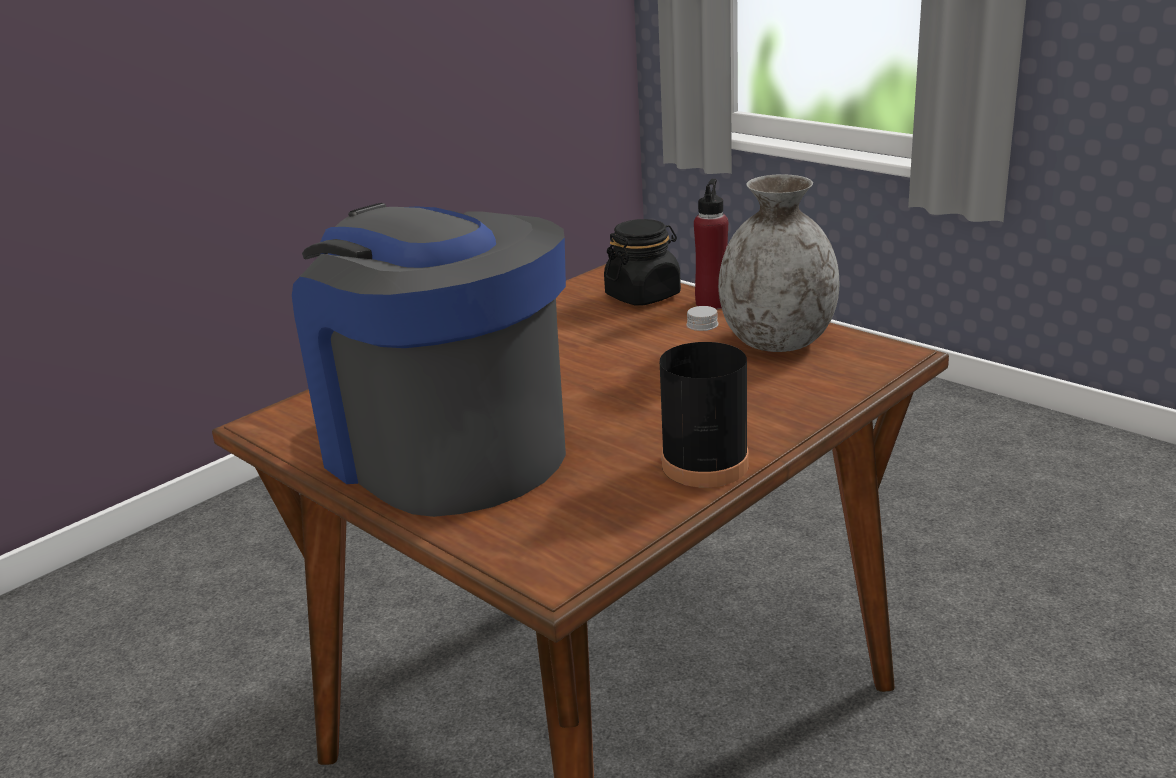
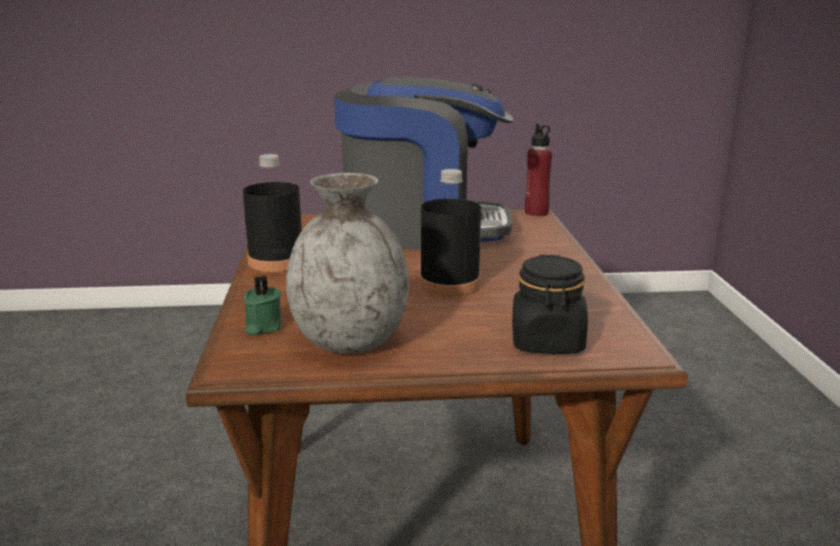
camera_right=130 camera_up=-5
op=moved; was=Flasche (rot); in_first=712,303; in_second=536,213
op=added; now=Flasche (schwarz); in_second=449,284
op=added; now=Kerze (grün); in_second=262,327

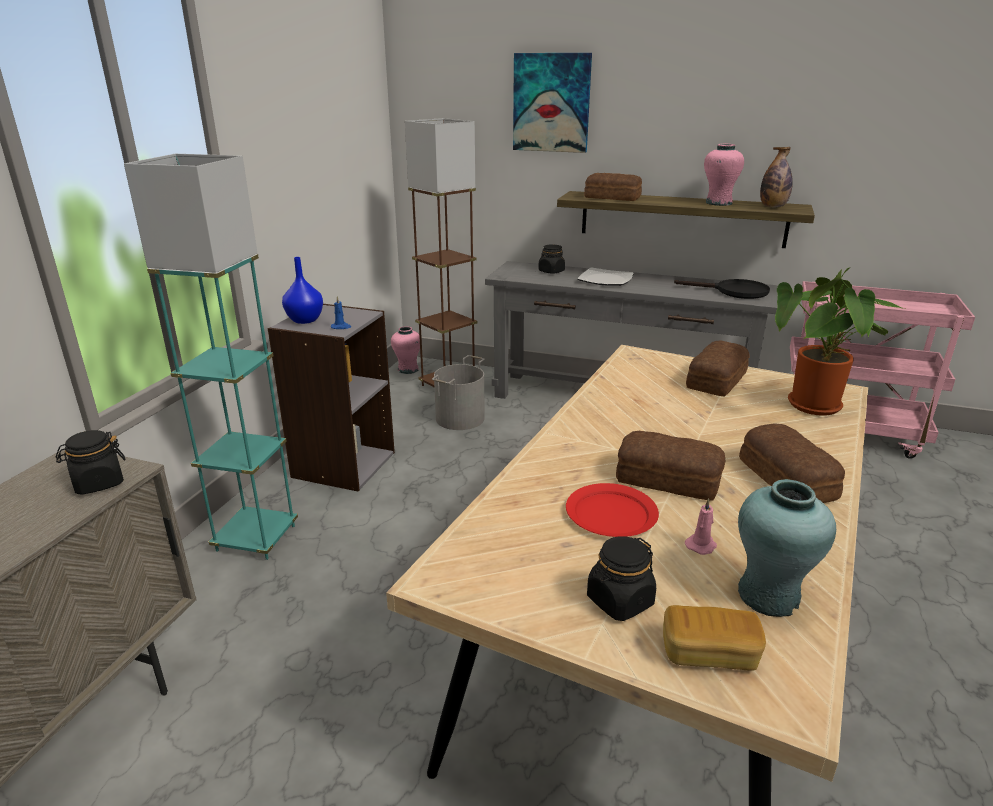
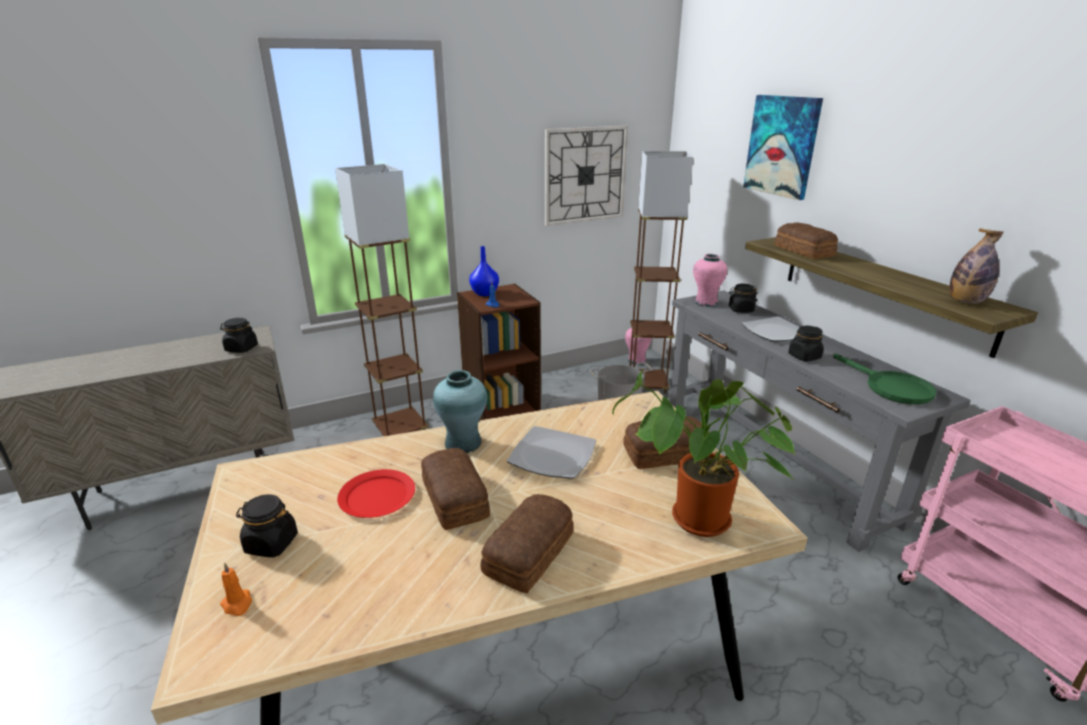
camera_right=45 camera_up=0
op=moved; was=Vase (rosa); in_first=718,203; in_second=706,302
op=recoloured; was=Stehlampe (türkis); now=Stehlampe (braun); in_first=256,538; in_second=400,429
op=recoloured; was=Pfanne (schwarz); now=Pfanne (grün); in_first=734,292; in_second=890,387
op=recoloured; was=Bücherregal (grau); now=Bücherregal (braun); in_first=343,464; in_second=501,408
op=moved; was=Vase (türkis); in_first=769,595; in_second=463,443
op=removed; was=Kerze (rosa); in_first=701,545
op=replaced; was=Brot; now=Kerze (orange); in_first=709,654; in_second=237,604
op=added; now=Wanduhr; in_second=585,175
op=added; now=Vorratsglas (schwarz); in_second=804,356
op=added; now=Teller; in_second=553,456

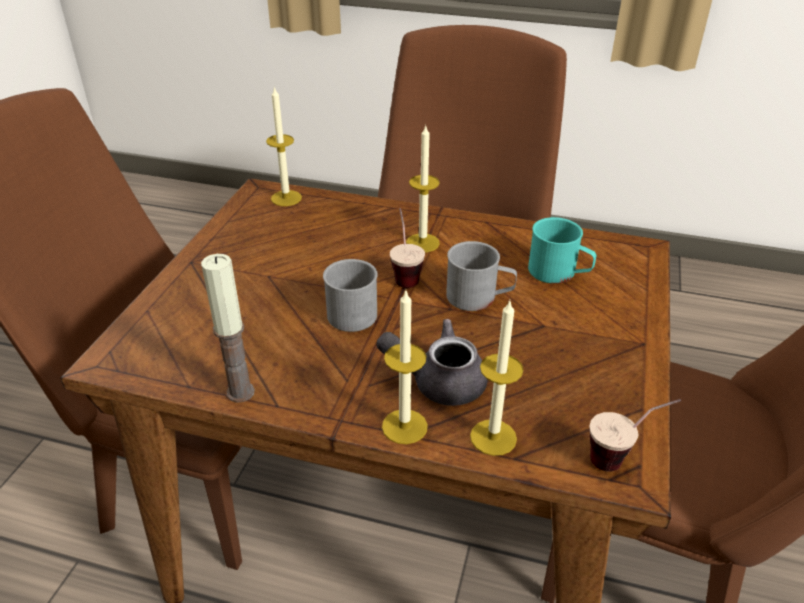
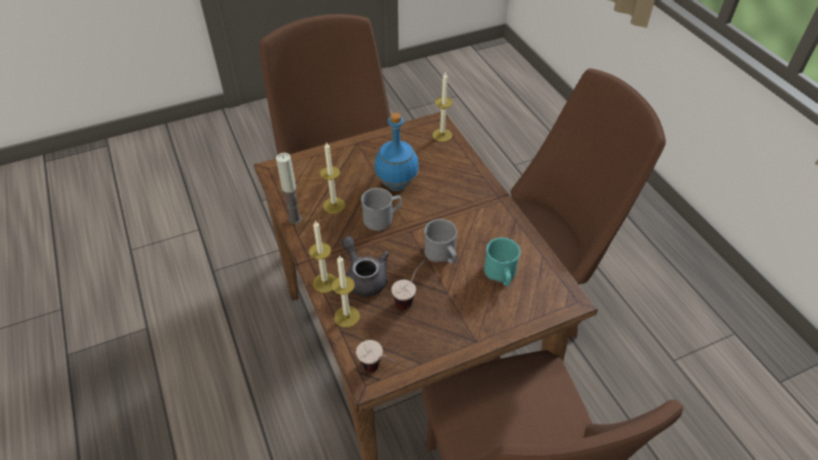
camera_right=50 camera_up=10
op=moved; was=Kerze; in_first=422,243; in_second=334,205
op=moved; was=Tasse; in_first=404,273; in_second=410,297
op=added; now=Flasche (blau); in_second=396,184

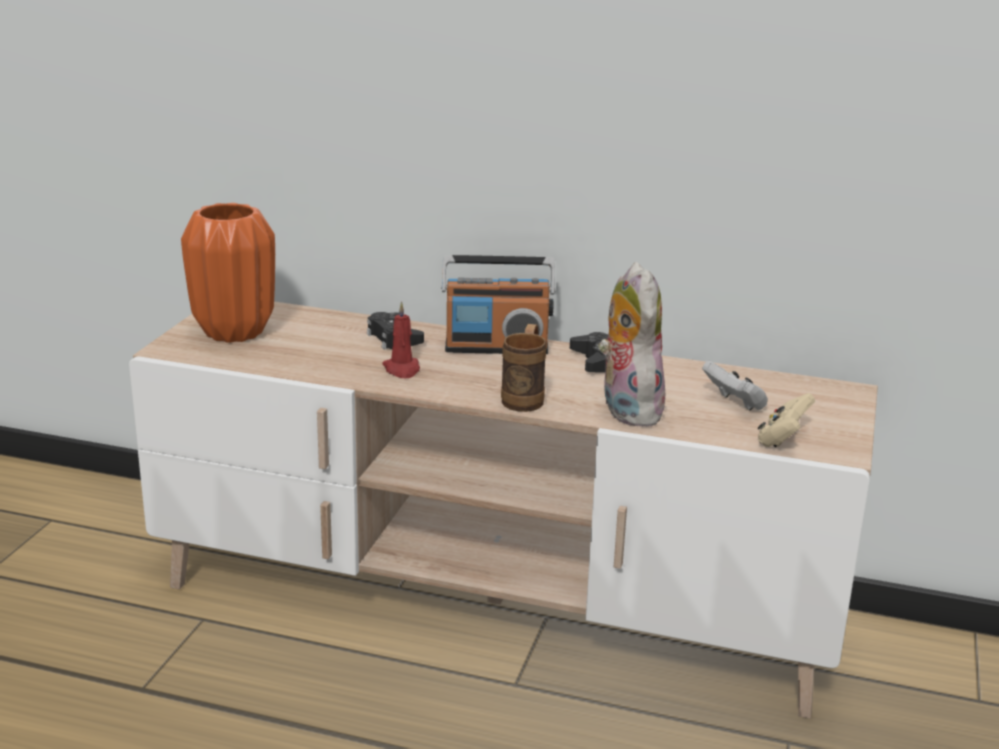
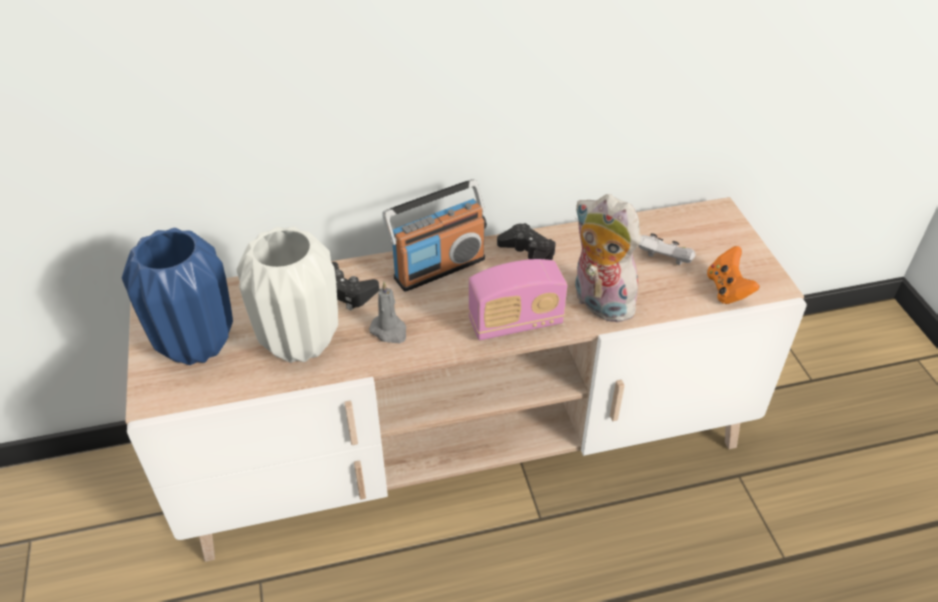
camera_right=-30 camera_up=20
op=recoloured; was=Vase (orange); now=Vase (blau); in_first=234,333; in_second=196,345
op=recoloured; was=Kerze (rot); now=Kerze (grau); in_first=402,369; in_second=389,331
op=replaced; was=Henkelbecher (braun); now=Radio; in_first=525,397; in_second=515,323
op=recoloured; was=Gamepad (beige); now=Gamepad (orange); in_first=782,440; in_second=727,289
op=added; now=Vase (weiß); in_second=300,342

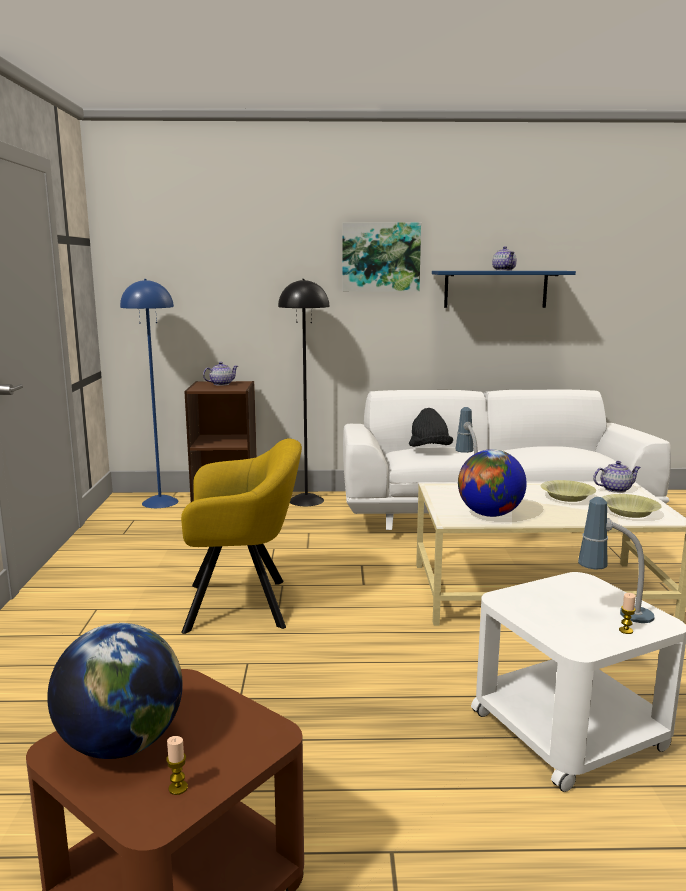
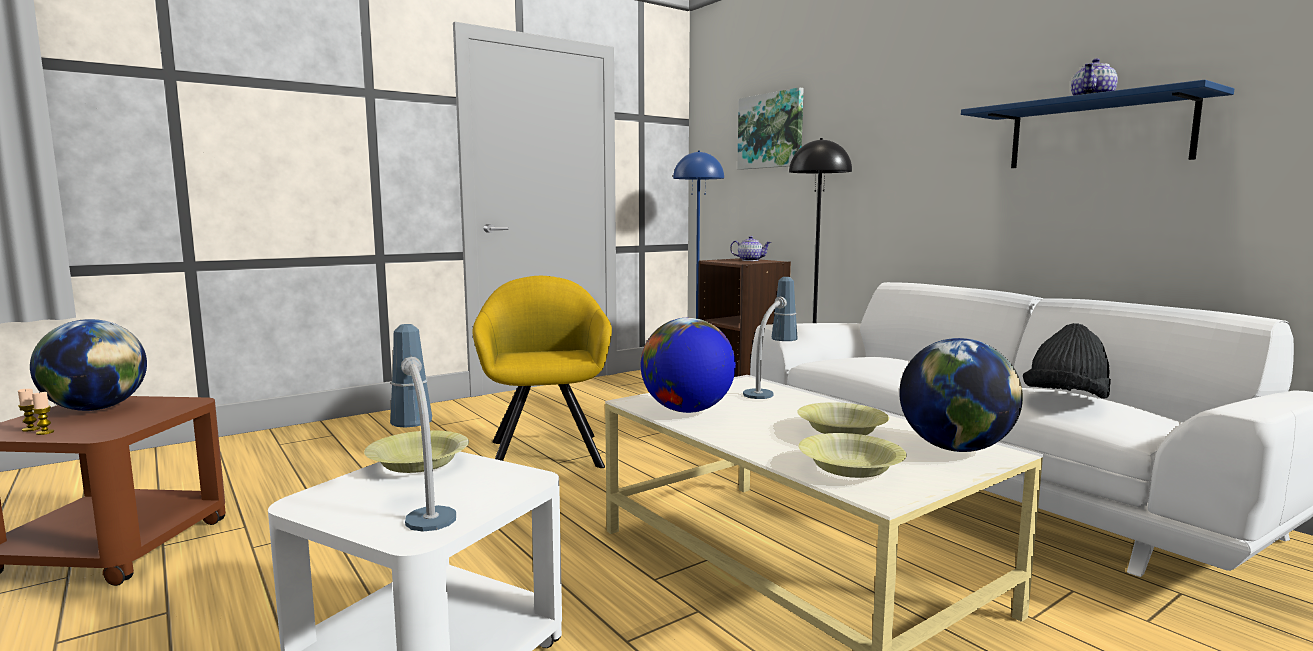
camera_right=55 camera_up=-5
op=moved; was=Bild; in_first=381,257; in_second=771,131
op=moved; was=Hut (schwarz); in_first=429,450; in_second=1066,400
op=turned; was=Sessel (gelb); in_first=244,605; in_second=546,451; clockwise=-150
op=replaced; was=Teekanne; now=Globus; in_first=615,489; in_second=955,448
op=moved; was=Kerze; in_first=625,630; in_second=45,432
op=added; now=Schüssel (gelb); in_second=419,464

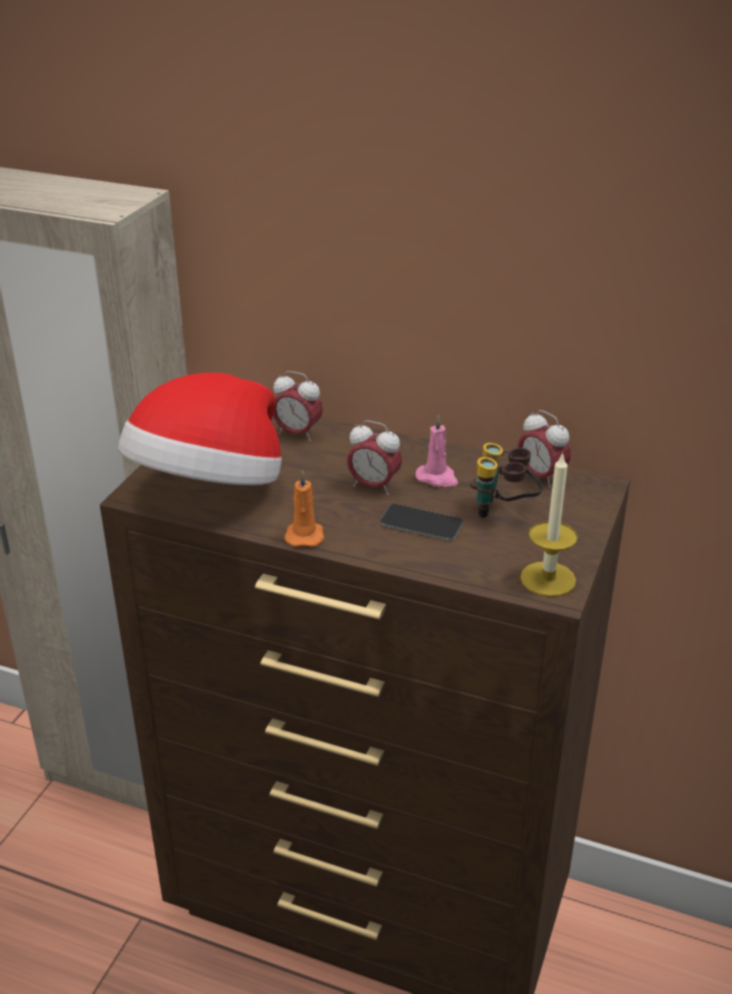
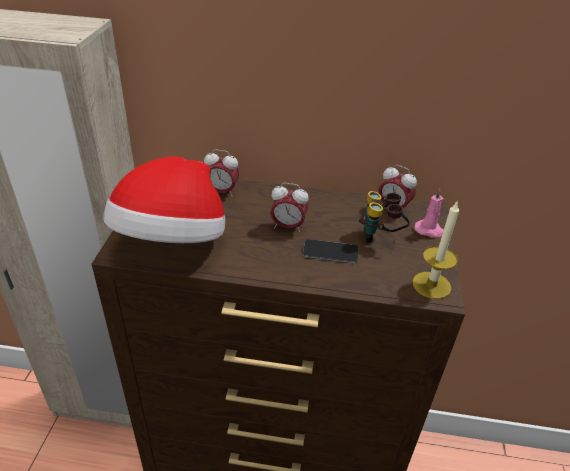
camera_right=-15 camera_up=5
op=moved; was=Kerze (rosa); in_first=437,478; in_second=429,230
op=removed; was=Kerze (orange); in_first=304,535

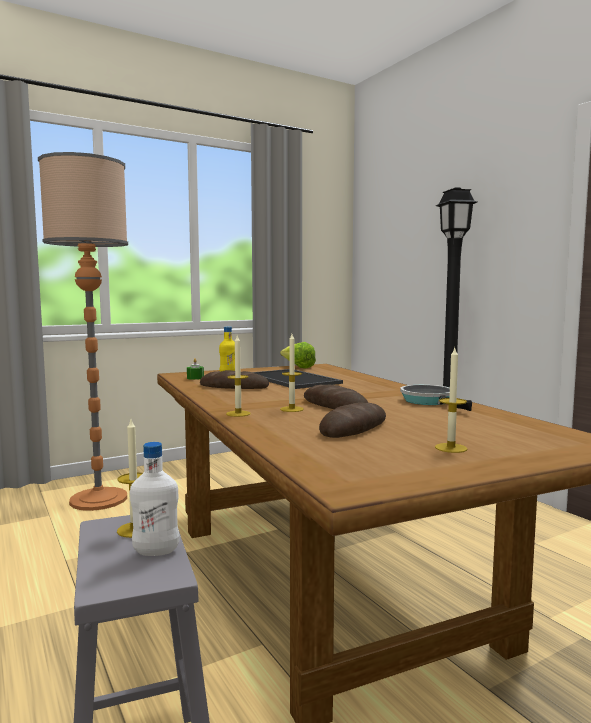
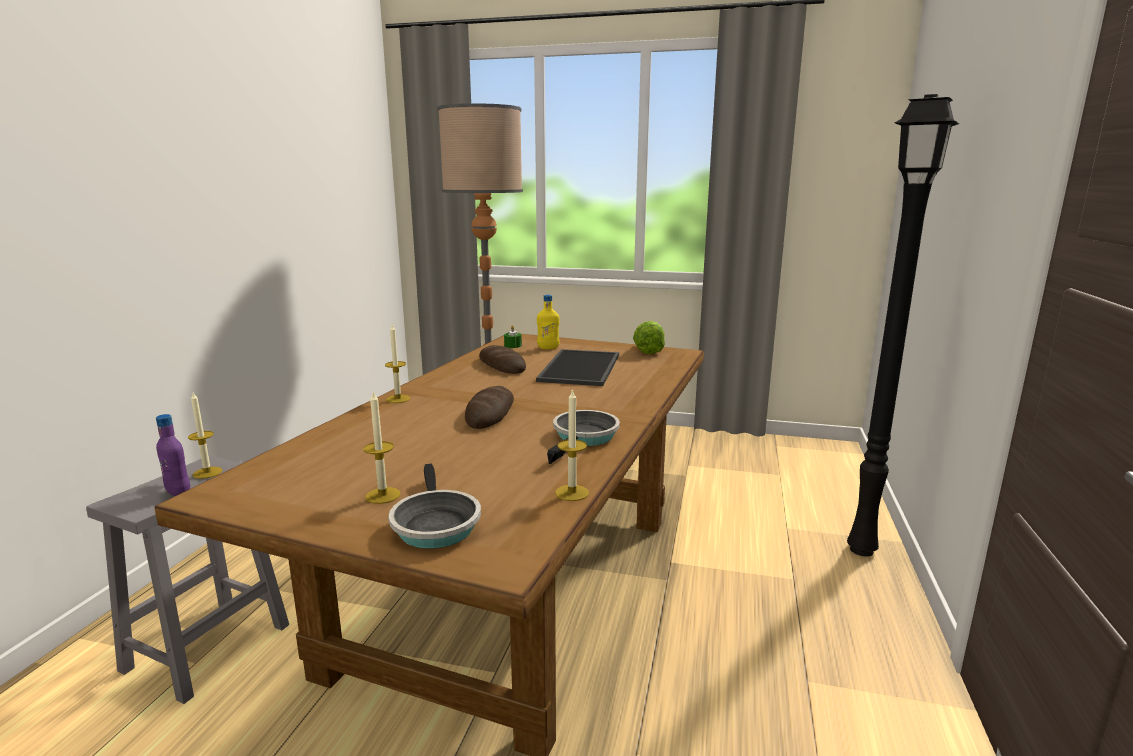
camera_right=45 camera_up=10
op=moved; was=Kerze; in_first=292,409; in_second=572,493
op=removed; was=Brot; in_first=354,427
op=recoloured; was=Flasche (weiß); now=Flasche (lila); in_first=156,551; in_second=178,492
op=added; now=Pfanne; in_second=434,524

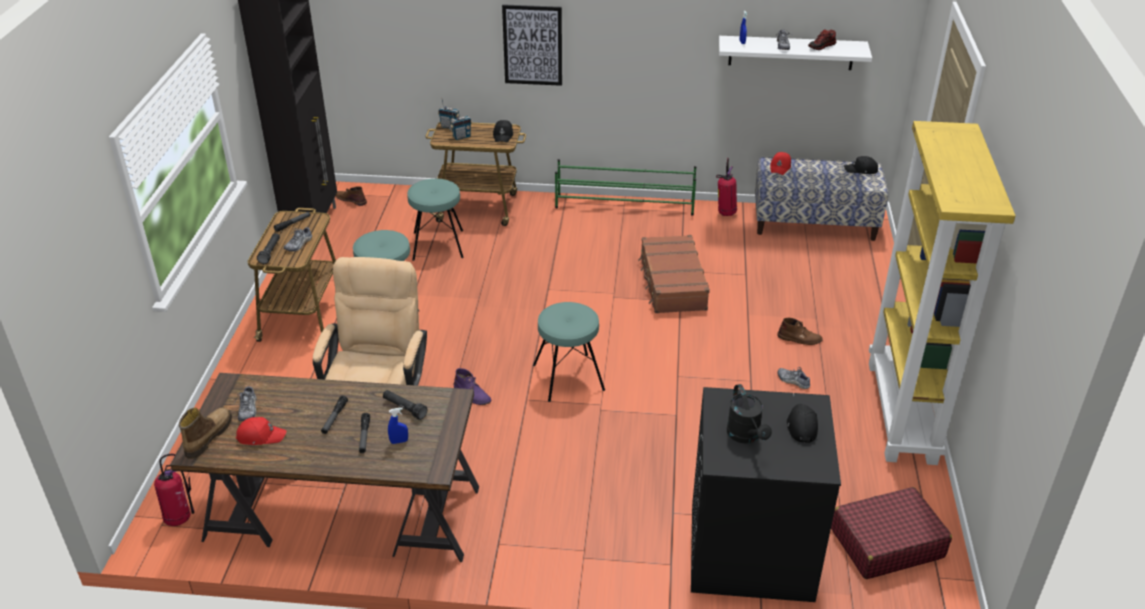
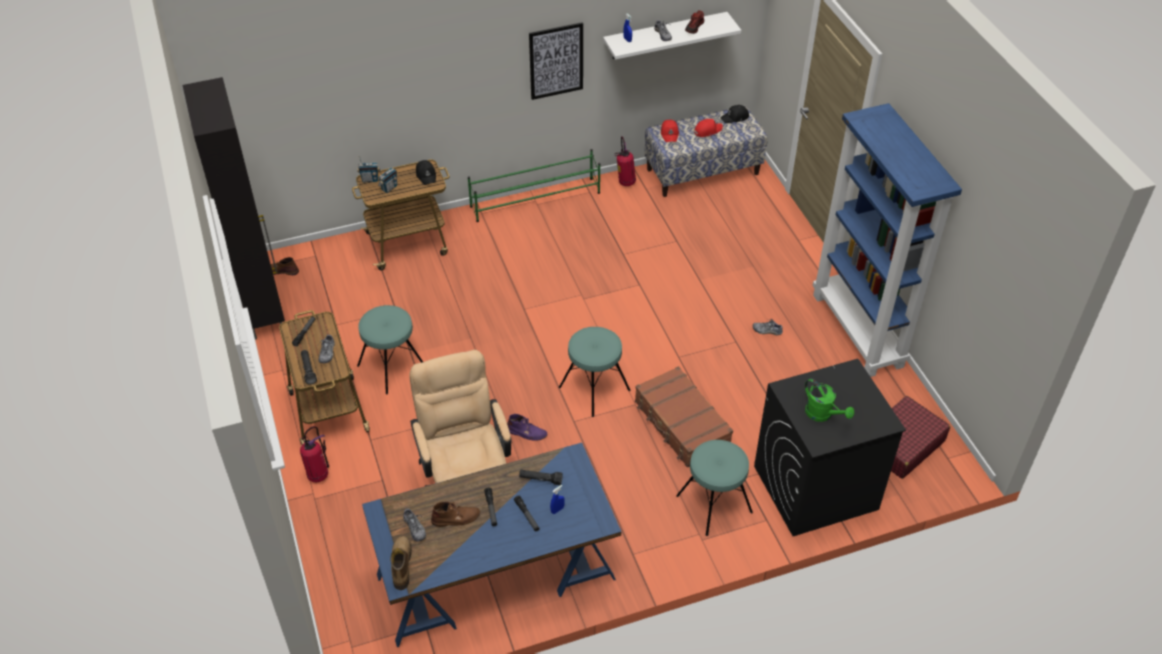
camera_right=-25 camera_up=10
op=moved; was=Bild; in_first=532,45; in_second=556,61
op=recoloured; was=Bücherregal (gelb); now=Bücherregal (blau); in_first=902,412; in_second=858,331
op=moved; was=Hocker (türkis); in_first=438,245; in_second=714,504
op=moved; was=Koffer (braun); in_first=672,283; in_second=681,424
op=moved; was=Stiefel (braun); in_first=799,338; in_second=456,518
op=recoloured; was=Schreibtisch (braun); now=Schreibtisch (blau); in_first=343,514; in_second=496,578
op=recoloured; was=Gießkanne (schwarz); now=Gießkanne (grün); in_first=746,436; in_second=823,414
op=removed; was=Kappe (schwarz); in_first=801,426
op=moved; was=Kappe (rot); in_first=260,436; in_second=707,130
op=moved; was=Feuerlöscher; in_first=180,518; in_second=318,475

